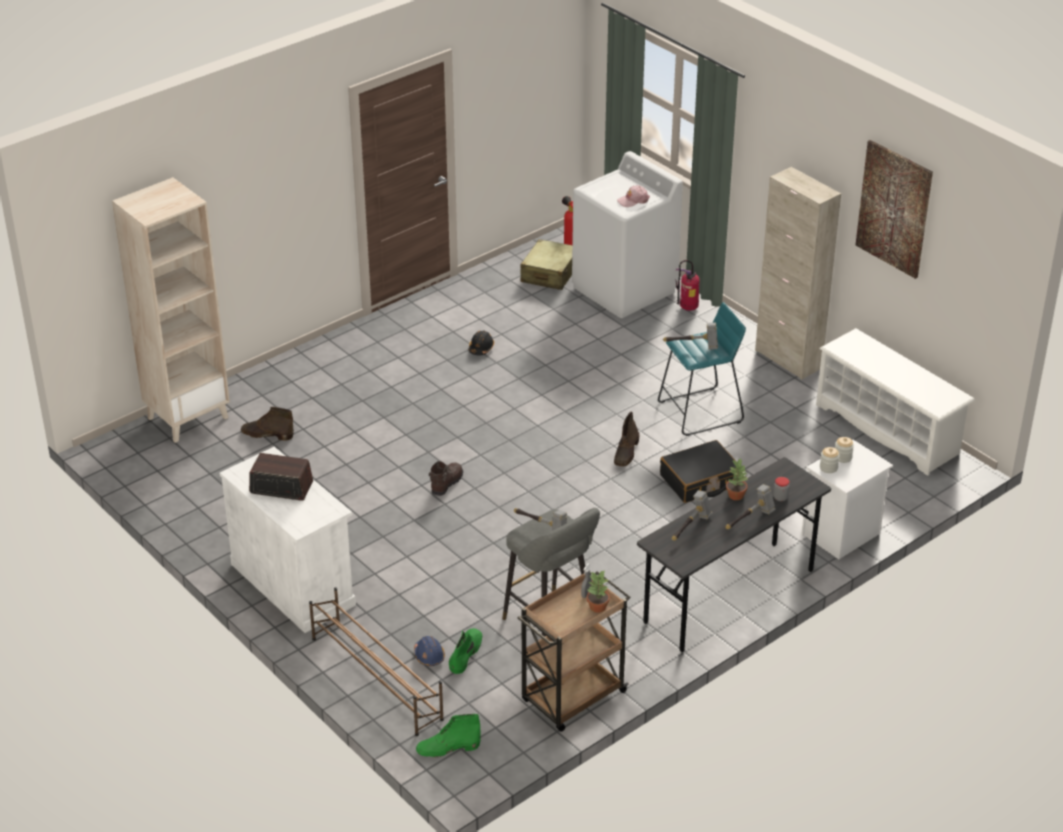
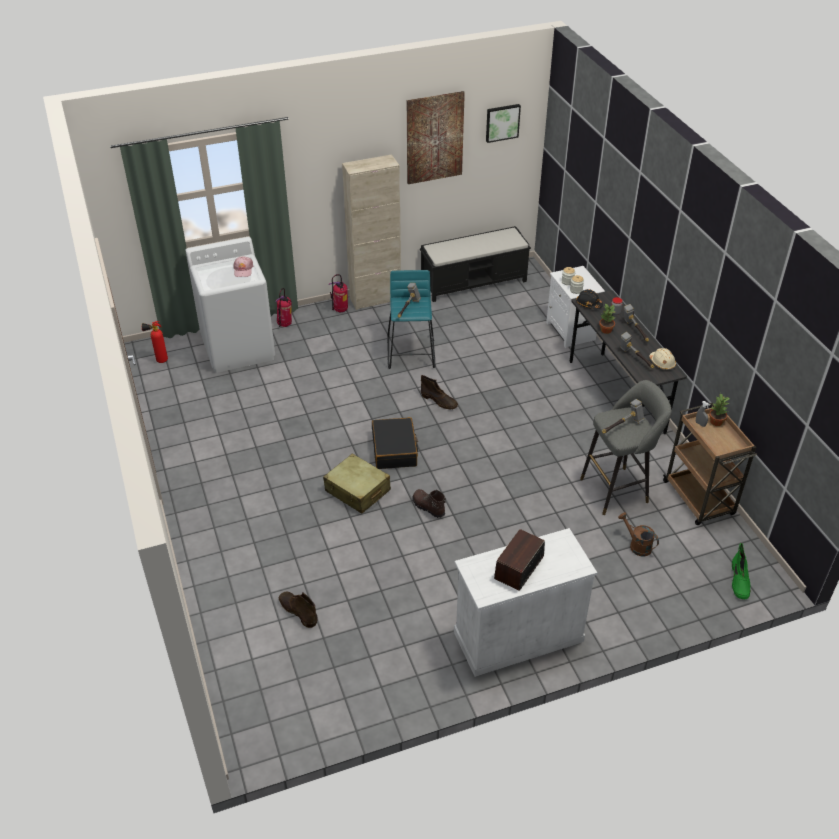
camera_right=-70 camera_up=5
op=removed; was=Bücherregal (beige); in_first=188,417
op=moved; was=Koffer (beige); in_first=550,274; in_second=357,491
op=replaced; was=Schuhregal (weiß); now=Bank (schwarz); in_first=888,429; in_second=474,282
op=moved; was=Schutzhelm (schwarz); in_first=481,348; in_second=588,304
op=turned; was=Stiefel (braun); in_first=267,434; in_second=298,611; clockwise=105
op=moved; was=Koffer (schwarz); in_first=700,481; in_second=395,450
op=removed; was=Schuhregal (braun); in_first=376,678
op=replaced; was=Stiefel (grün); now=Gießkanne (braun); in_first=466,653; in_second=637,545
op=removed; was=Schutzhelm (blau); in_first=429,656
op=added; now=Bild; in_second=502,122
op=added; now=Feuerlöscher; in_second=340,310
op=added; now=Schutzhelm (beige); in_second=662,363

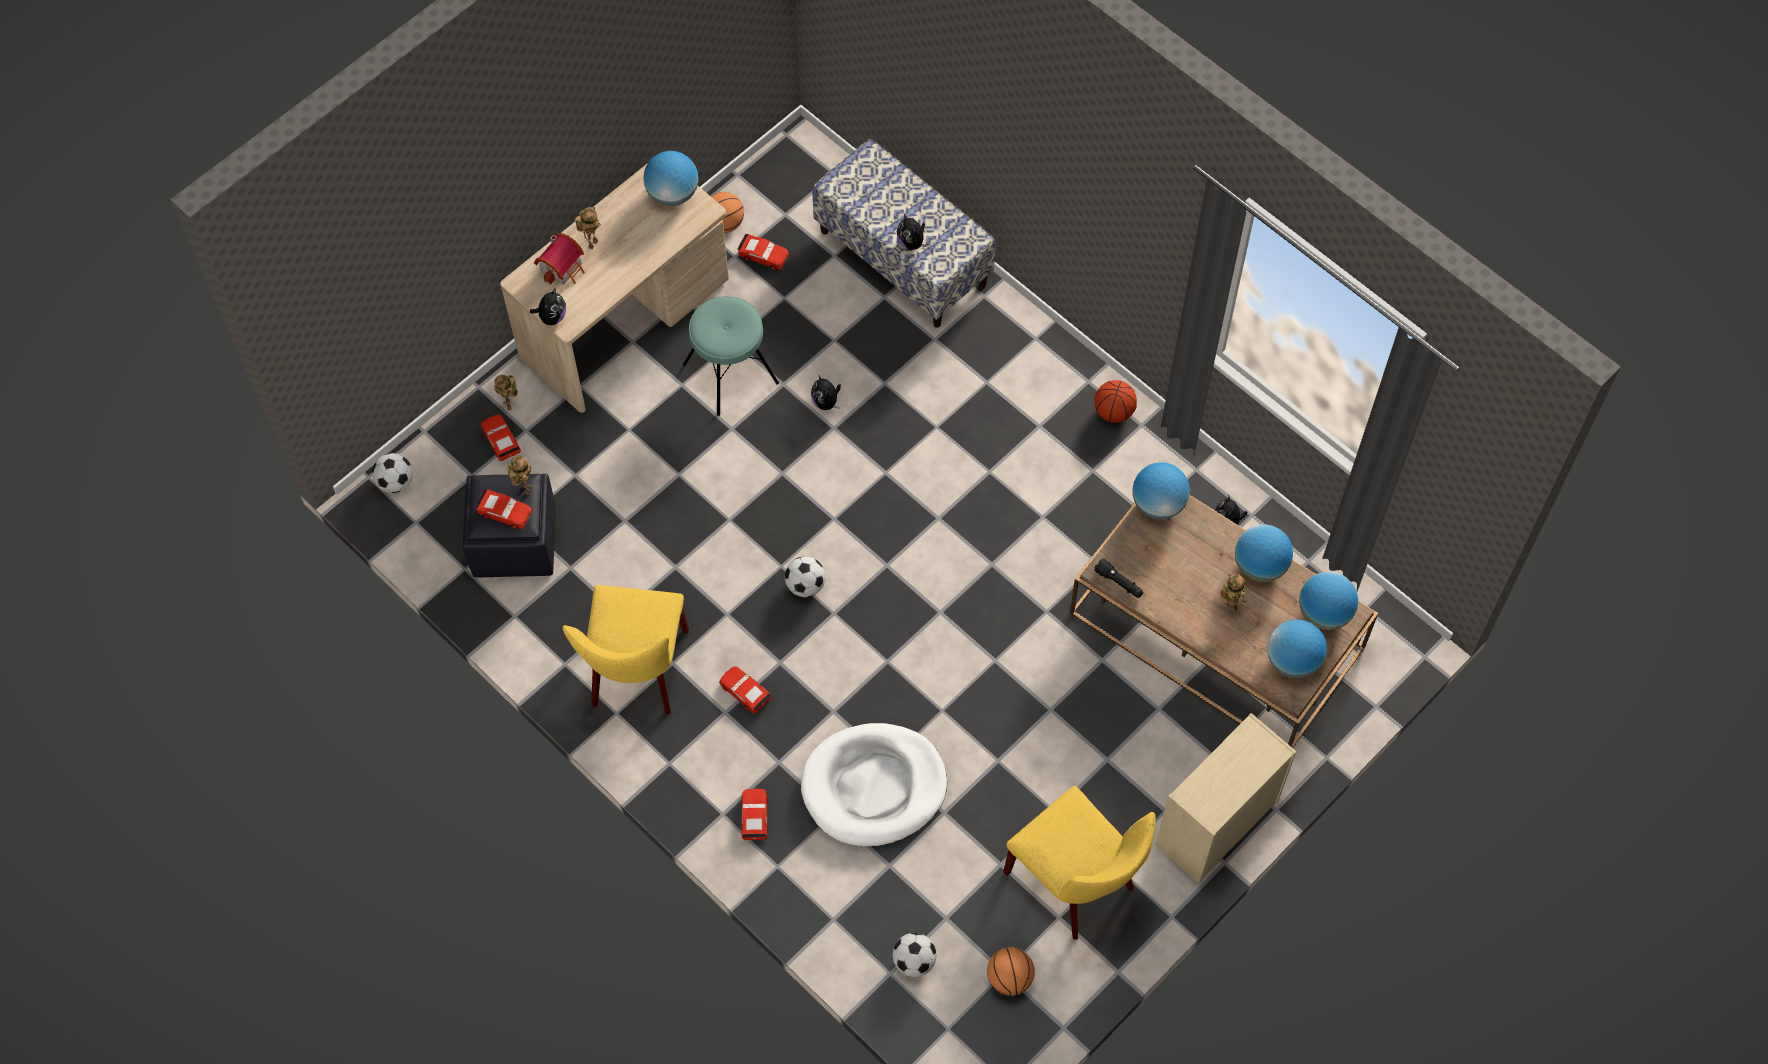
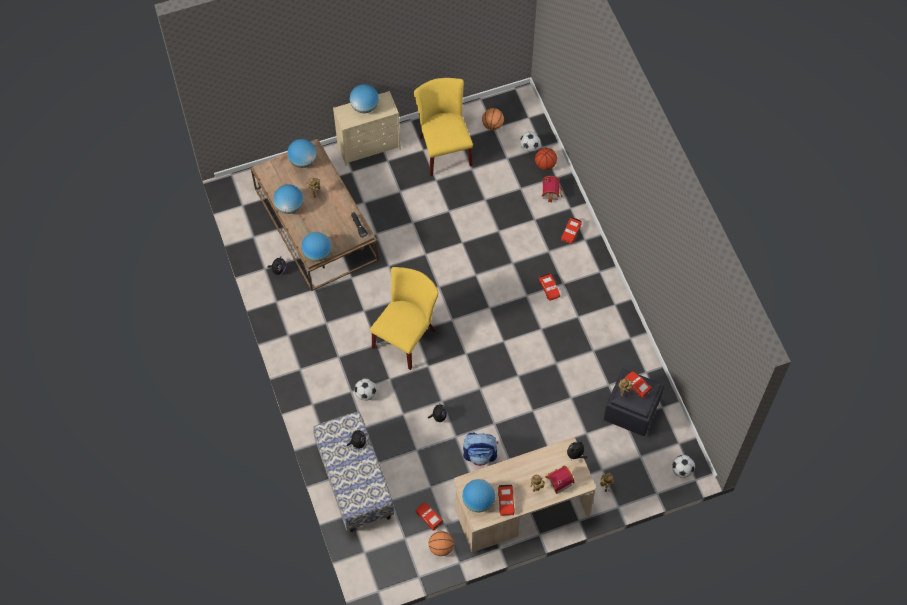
camera_right=-155 camera_up=0
op=replaced; was=Hocker (türkis); now=Rucksack; in_first=730,373; in_second=480,454
op=moved; was=Basketball; in_first=1113,411; in_second=545,164
op=moved; was=Spielzeugauto (rot); in_first=501,440; in_second=506,501
op=moved; was=Fußball; in_first=805,585; in_second=366,394
op=moved; was=Globus; in_first=1324,613; in_second=365,107
op=moved; was=Stuhl (gelb); in_first=637,674; in_second=407,336
op=removed; was=Hundebett (weiß); in_first=874,787
op=added; now=Spielzeughaus; in_second=551,192

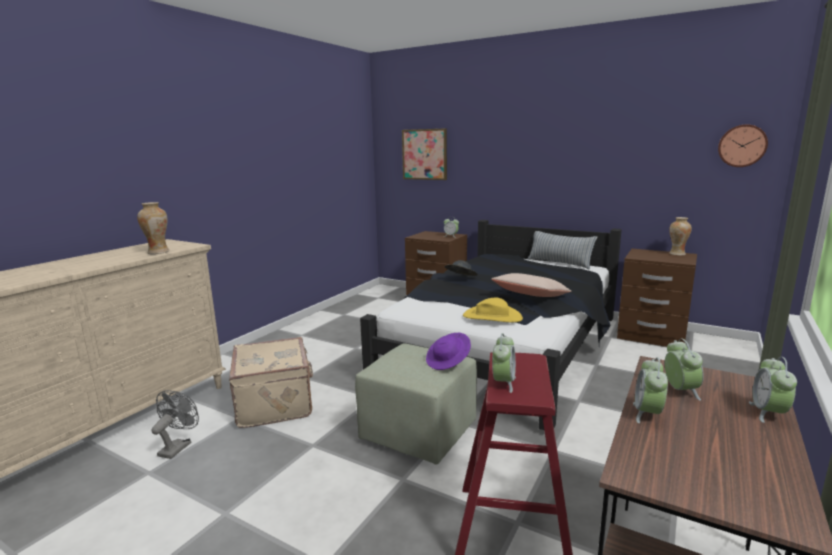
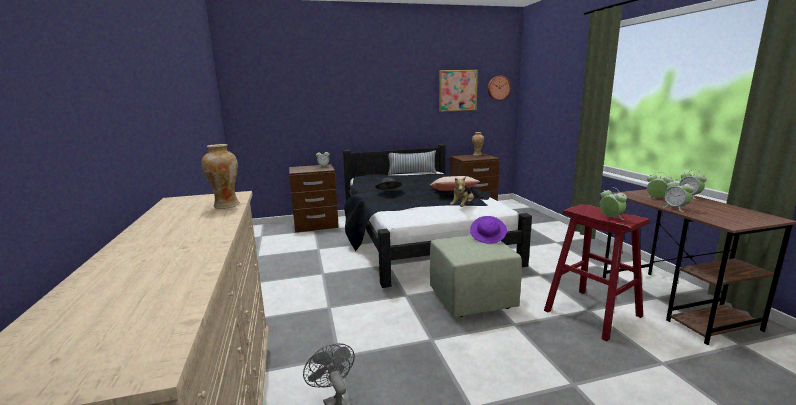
camera_right=-45 camera_up=0
op=moved; was=Bild; in_first=425,154; in_second=457,90
op=replaced; was=Hut (gelb); now=Plüschtier; in_first=492,317; in_second=462,206
op=removed; was=Koffer (beige); in_first=276,403

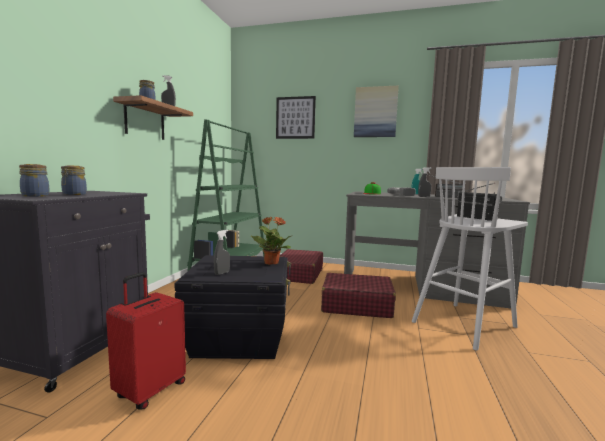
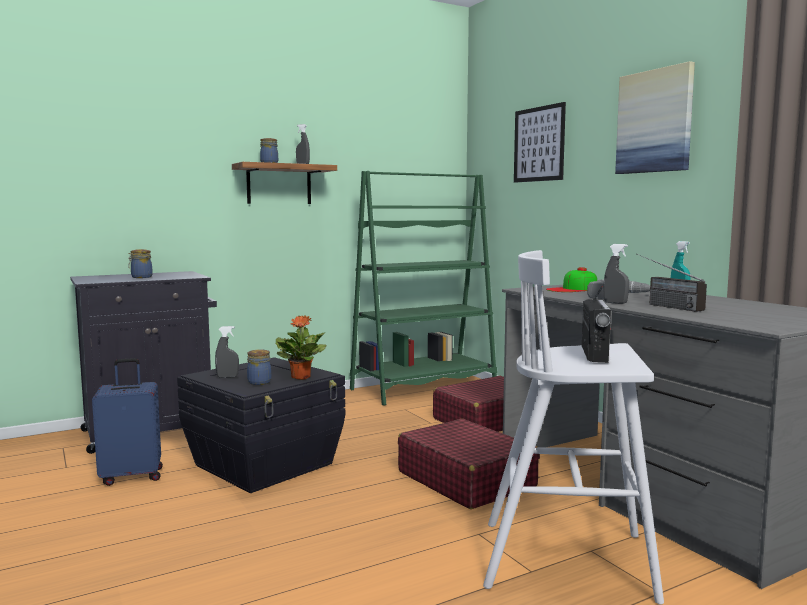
camera_right=45 camera_up=0
op=moved; was=Vorratsglas; in_first=36,195; in_second=260,382
op=recoloured; was=Koffer (rot); now=Koffer (blau); in_first=150,390; in_second=132,476

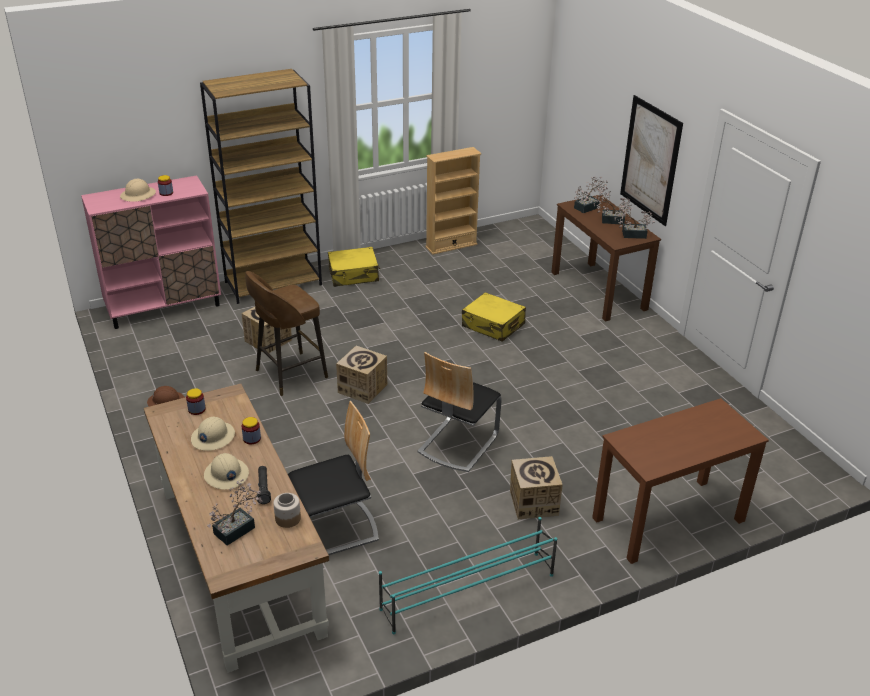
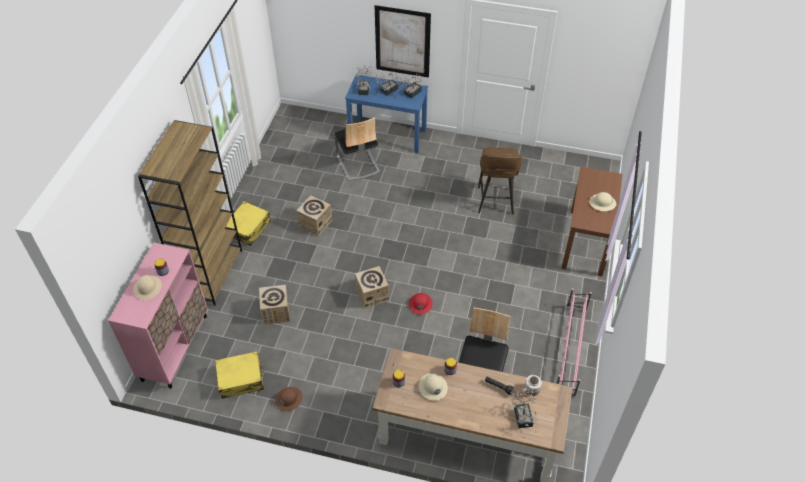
camera_right=-50 camera_up=15
op=removed; was=Bücherregal (beige); in_first=451,245
op=recoloured; was=Schreibtisch (braun); now=Schreibtisch (blau); in_first=598,291; in_second=388,135
op=moved; was=Hocker (braun); in_first=289,374; in_second=495,202
op=moved; was=Koffer (gelb); in_first=493,325; in_second=241,379
op=moved; was=Stuhl; in_first=457,443; in_second=357,164
op=moved; was=Schutzhelm (beige); in_first=226,475; in_second=602,203
op=moved; was=Karton; in_first=533,502; in_second=315,223
op=recoloured; was=Schuhregal (türkis); now=Schuhregal (rosa); in_first=467,592; in_second=570,350
op=added; now=Schutzhelm (rot); in_second=420,304

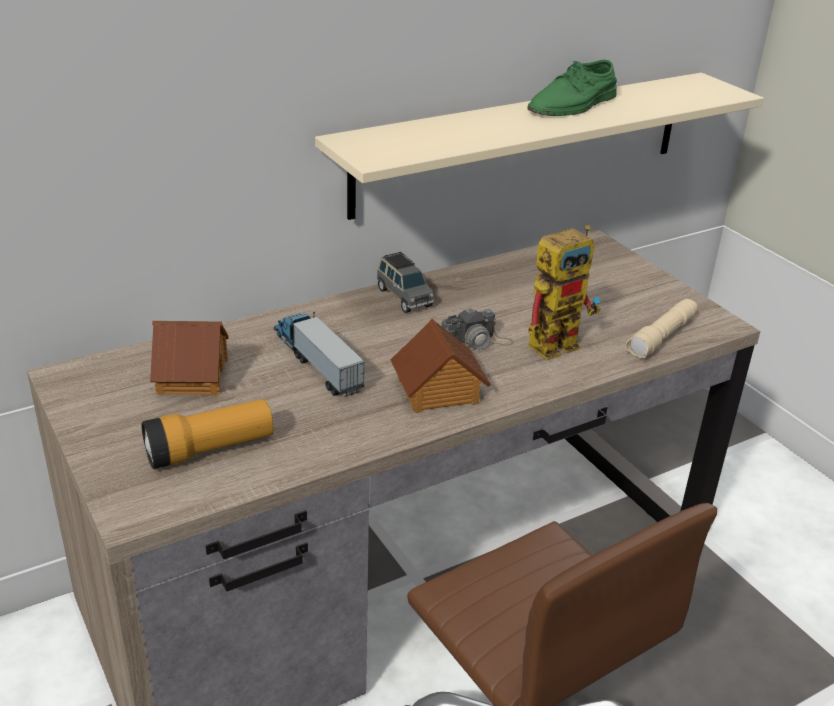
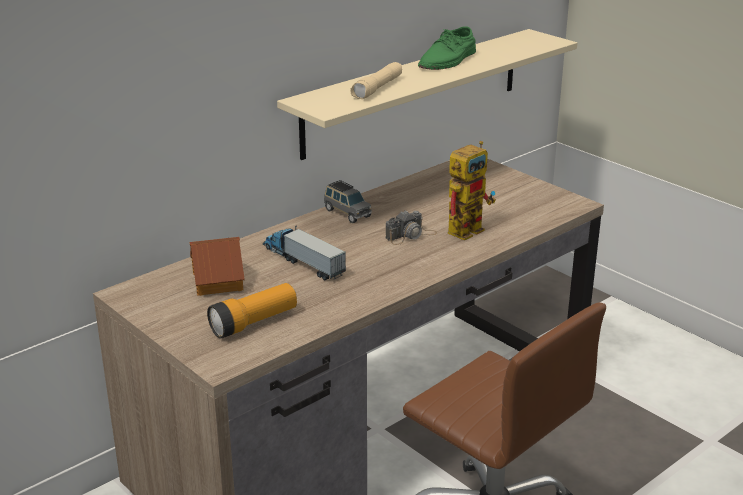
camera_right=-10 camera_up=-5
op=moved; was=Taschenlampe (beige); in_first=662,338; in_second=378,88
op=removed; was=Spielzeughaus; in_first=438,391

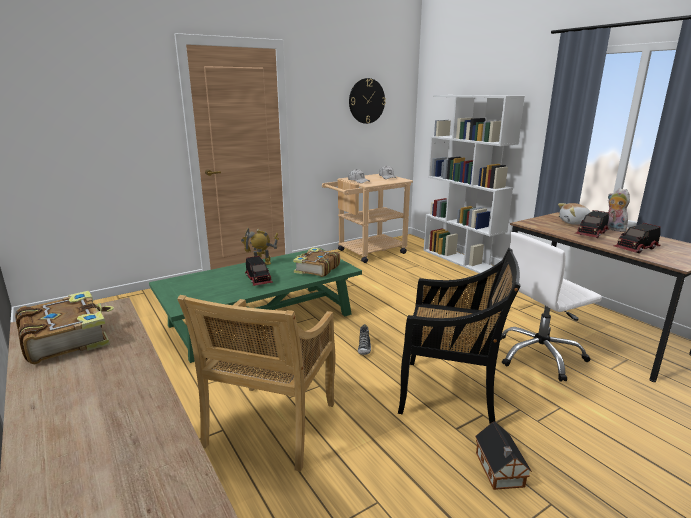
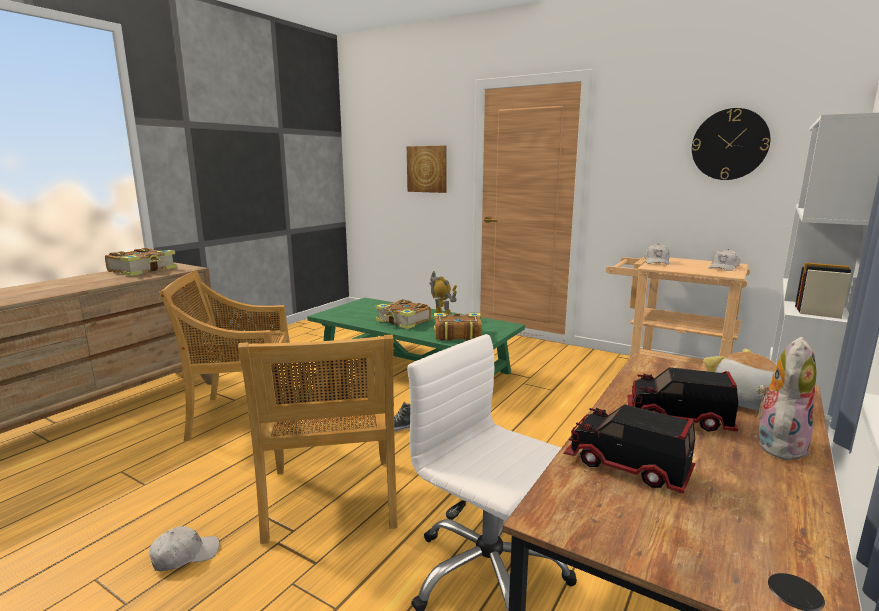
camera_right=65 camera_up=-5
op=recoloured; was=Stuhl (schwarz); now=Stuhl (beige); in_first=451,393; in_second=331,500
op=replaced; was=Spielzeuglaster; now=Buch; in_first=259,279; in_second=403,321
op=replaced; was=Spielzeughaus; now=Kappe (weiß); in_first=499,471; in_second=185,555
op=added; now=Bild; in_second=427,169

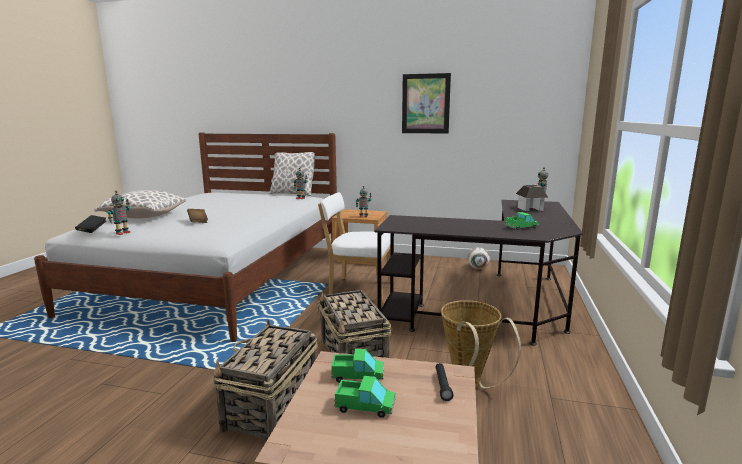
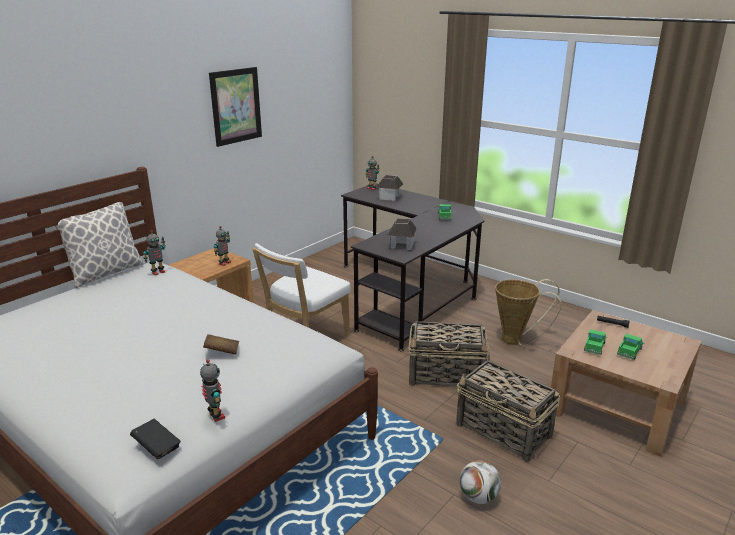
camera_right=-65 camera_up=10
op=removed; was=Kissen; in_first=144,217
op=moved; was=Fußball; in_first=478,268; in_second=478,497
op=added; now=Spielzeughaus; in_second=401,245

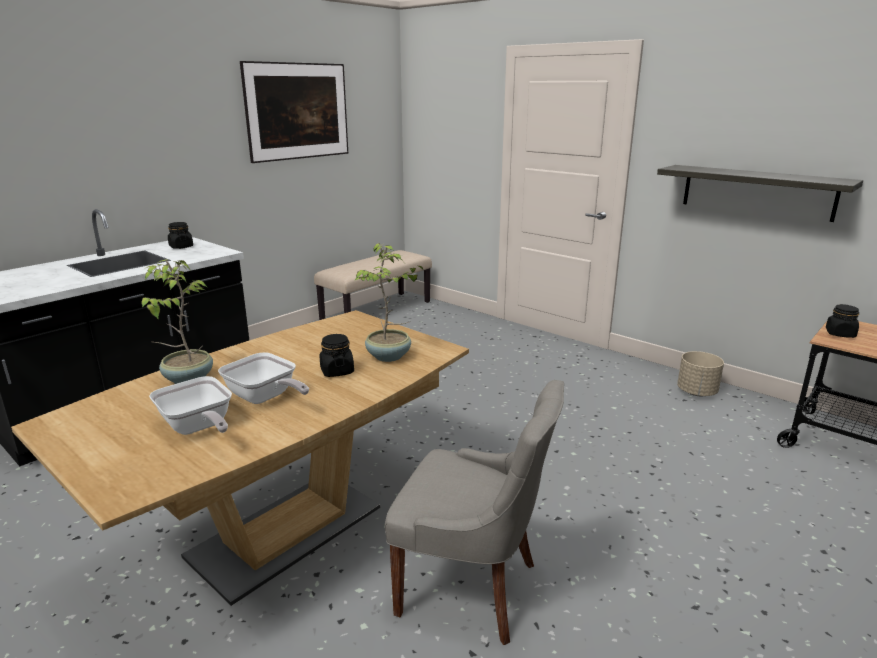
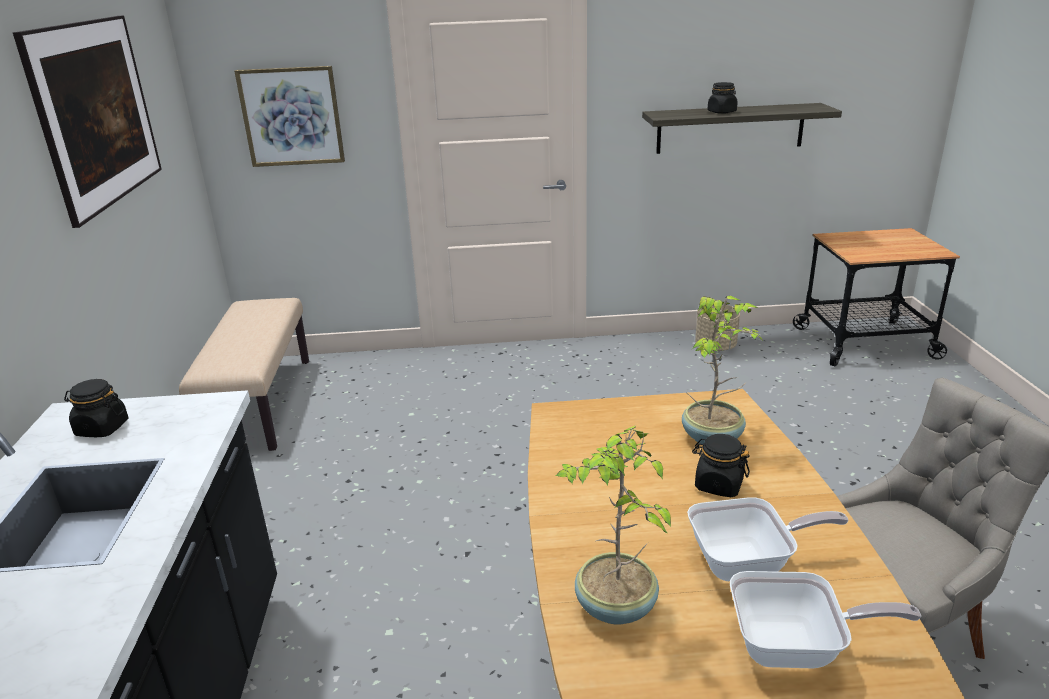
camera_right=-45 camera_up=5
op=moved; was=Vorratsglas (schwarz); in_first=840,334; in_second=722,112
op=added; now=Bild; in_second=292,116

